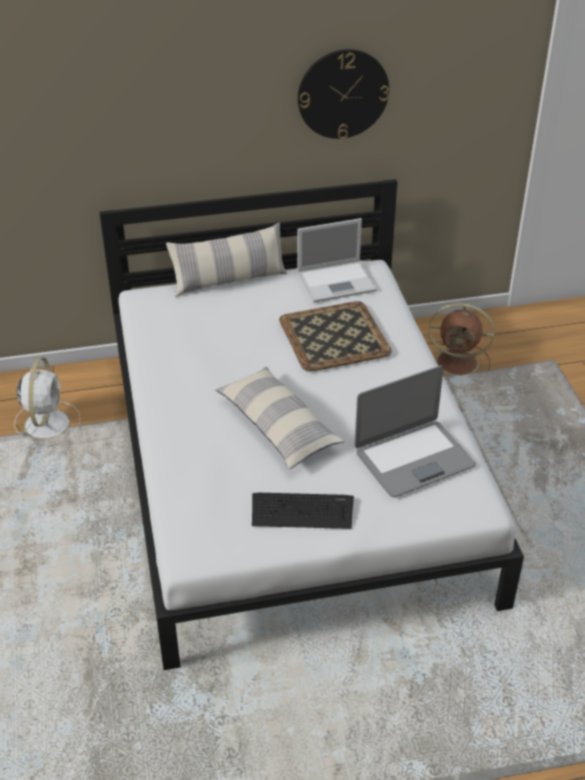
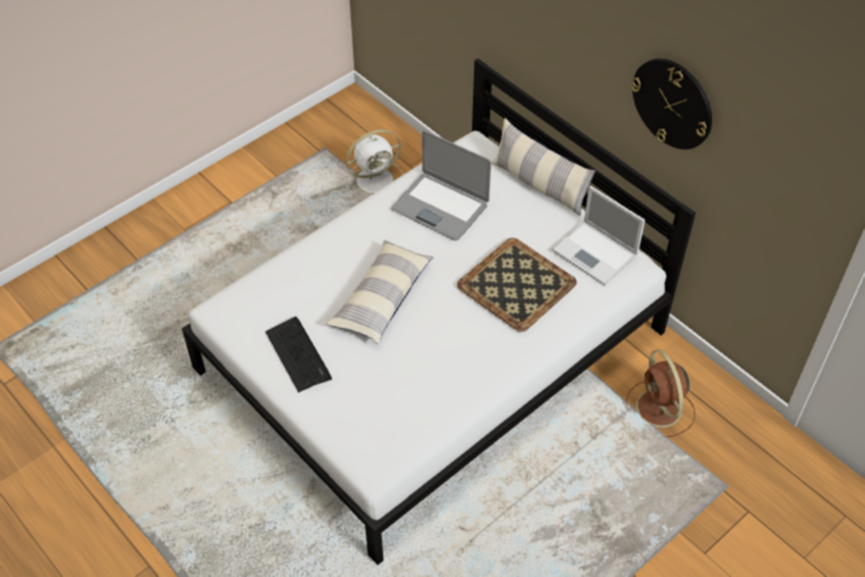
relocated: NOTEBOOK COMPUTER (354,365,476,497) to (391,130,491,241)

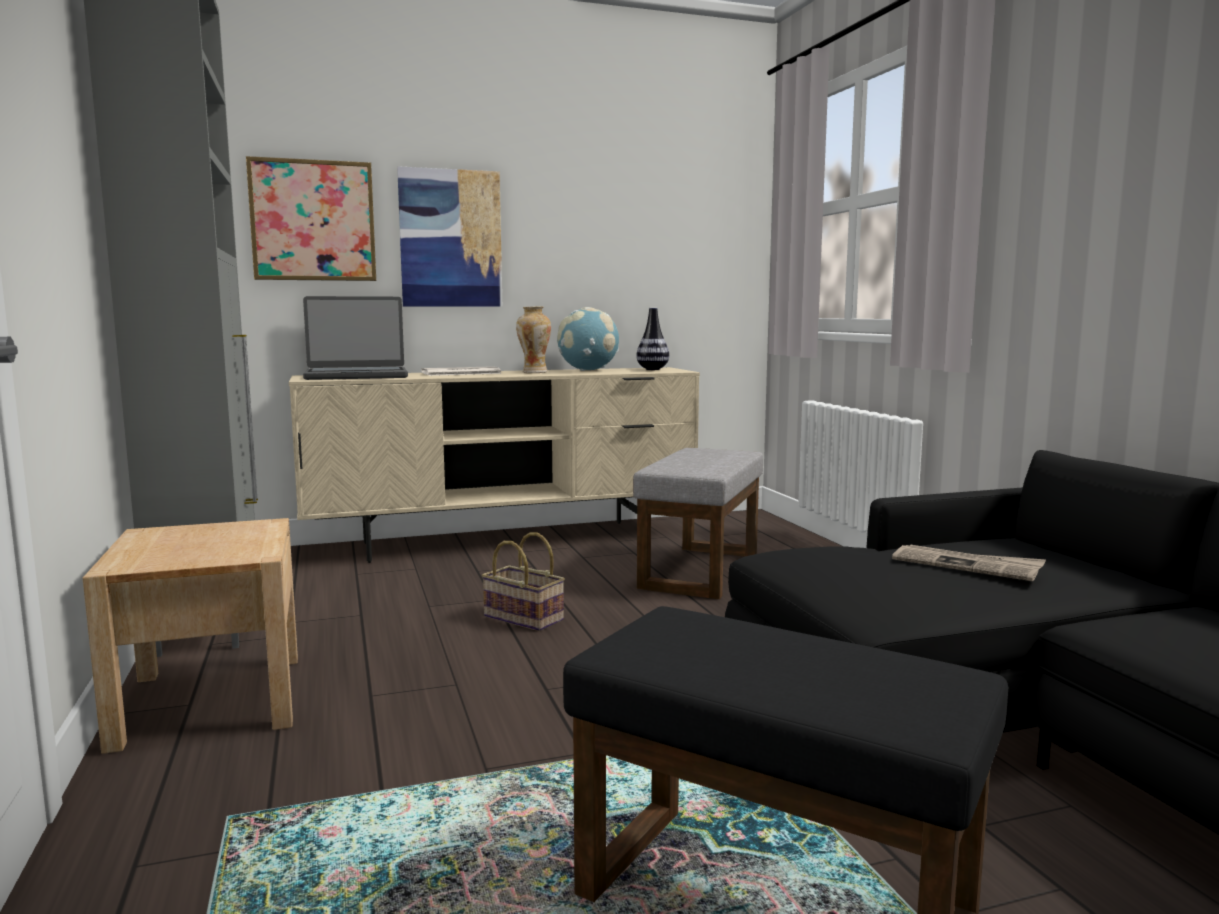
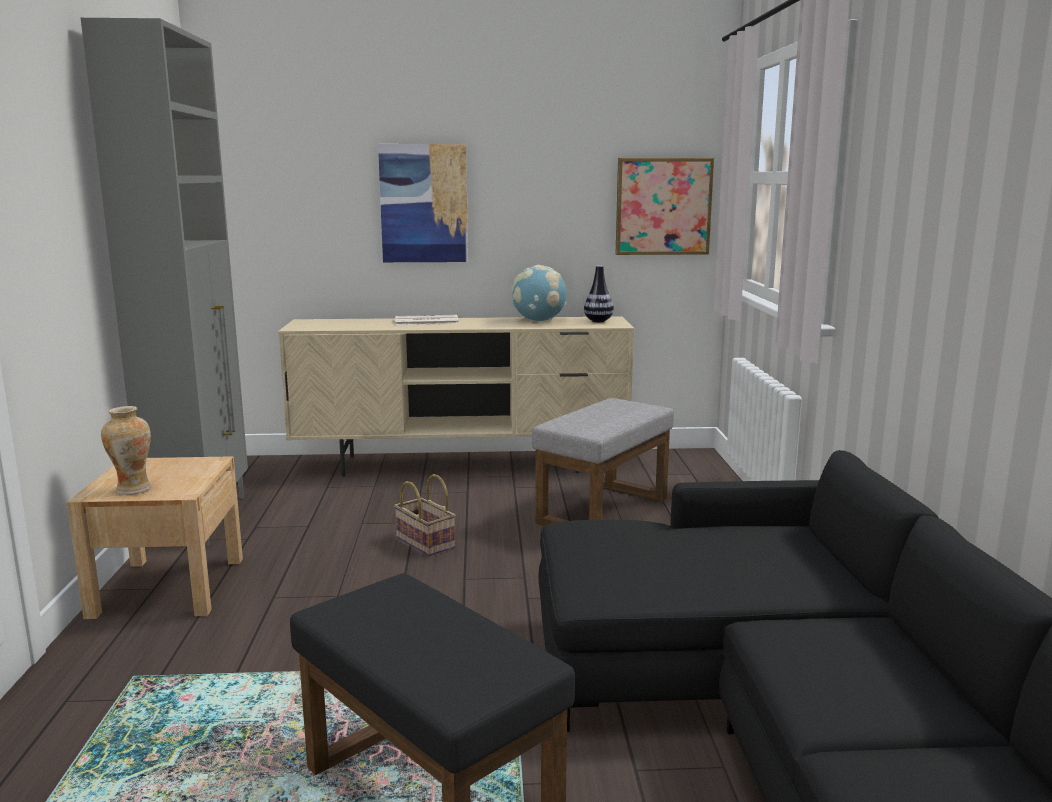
missing: NOTEBOOK COMPUTER (303,296,408,380); DAILY PAPER (892,545,1046,581)
relocated: WALL ART (246,156,376,281) to (616,158,714,255); FLOWER VASE (516,306,551,373) to (101,406,151,495)

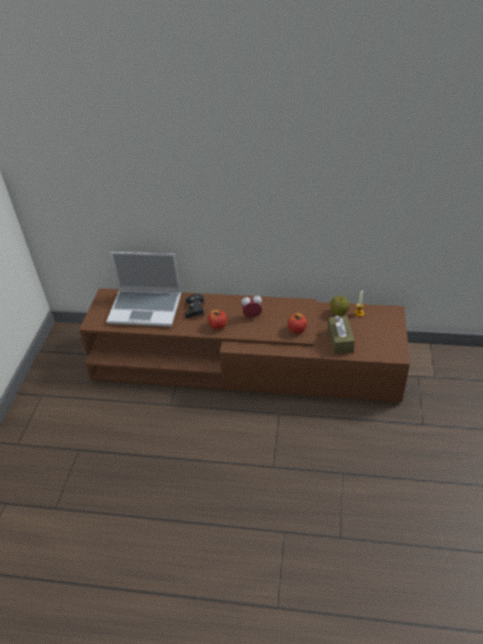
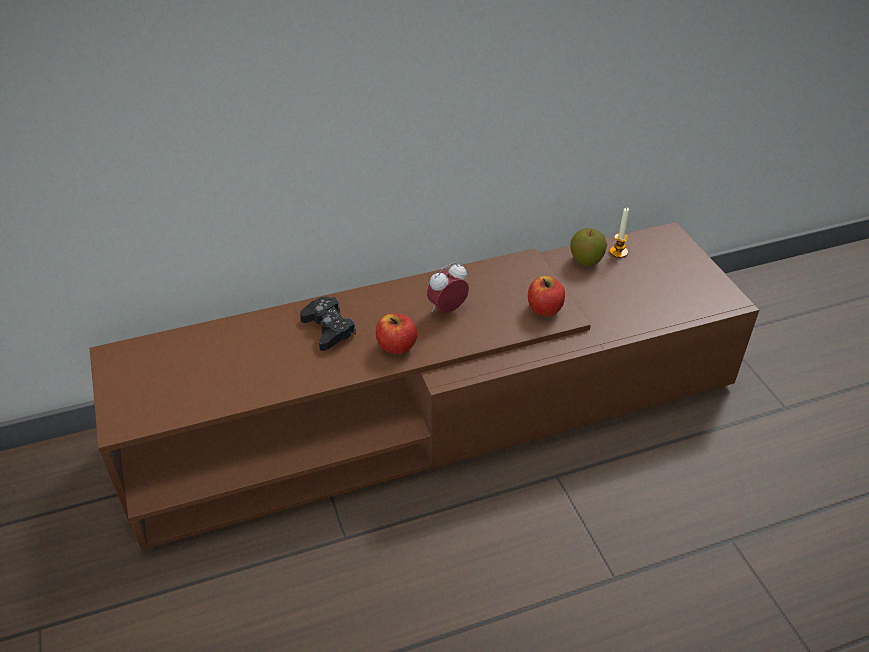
missing: NOTEBOOK COMPUTER (106,252,181,327); BROWN TISSUE HOLDER (327,316,355,354)

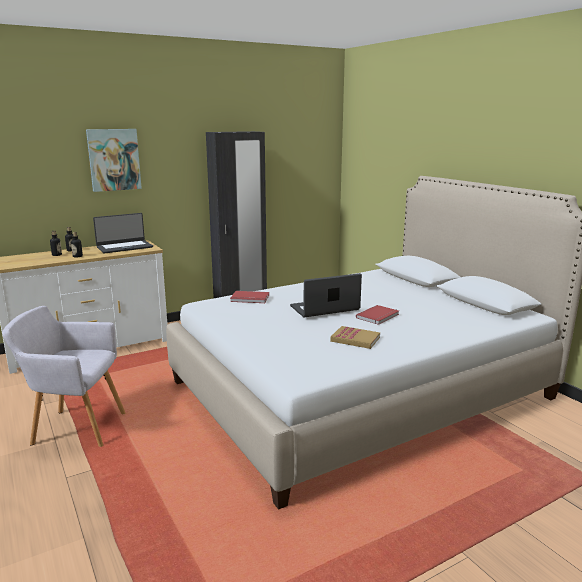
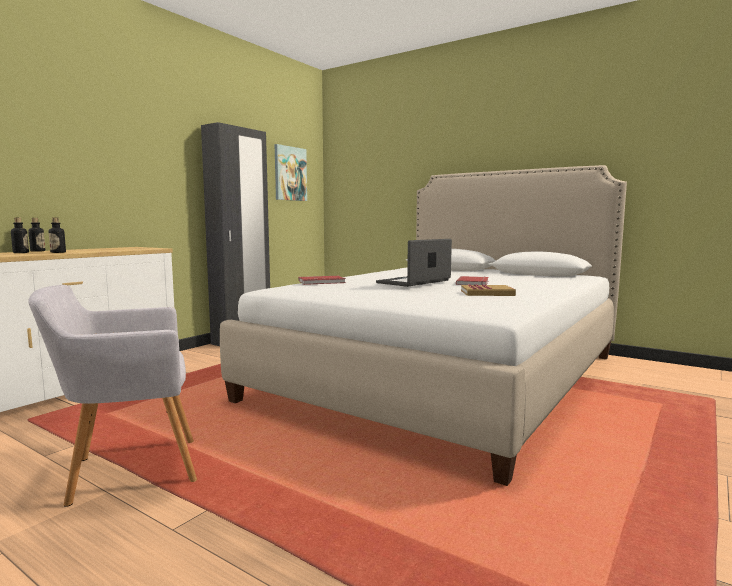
missing: NOTEBOOK COMPUTER (93,213,153,254)
relocated: WALL ART (86,129,142,192) to (275,144,307,201)

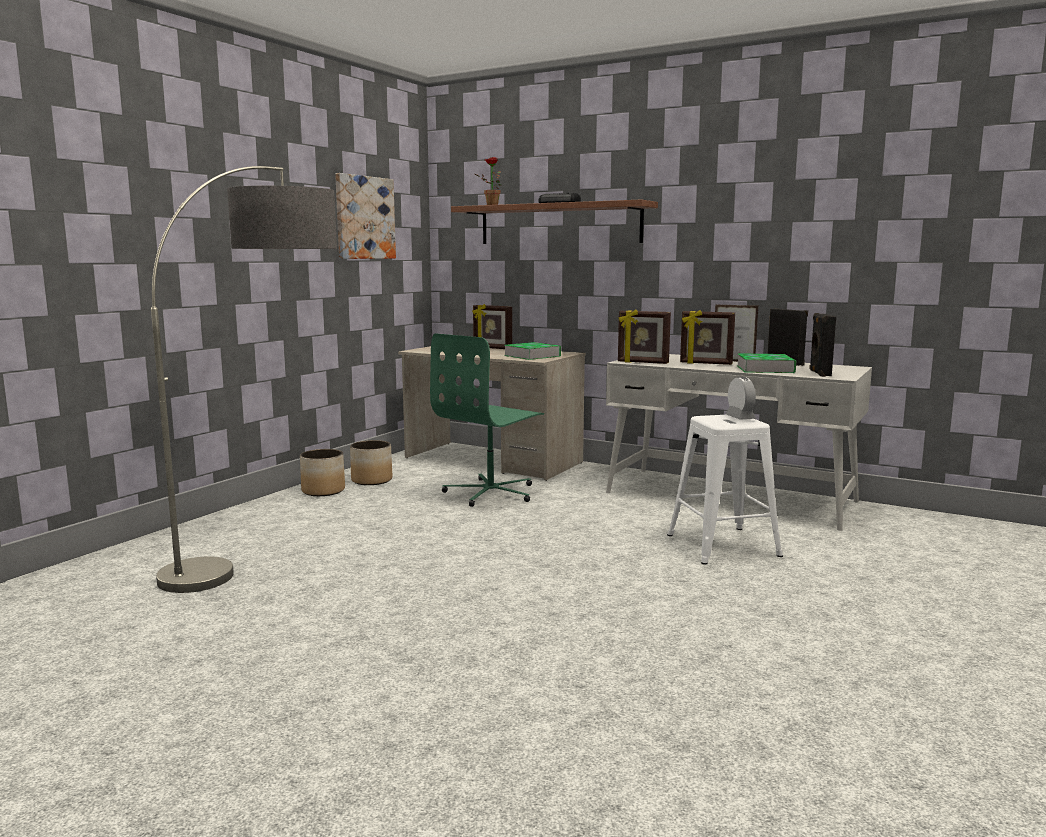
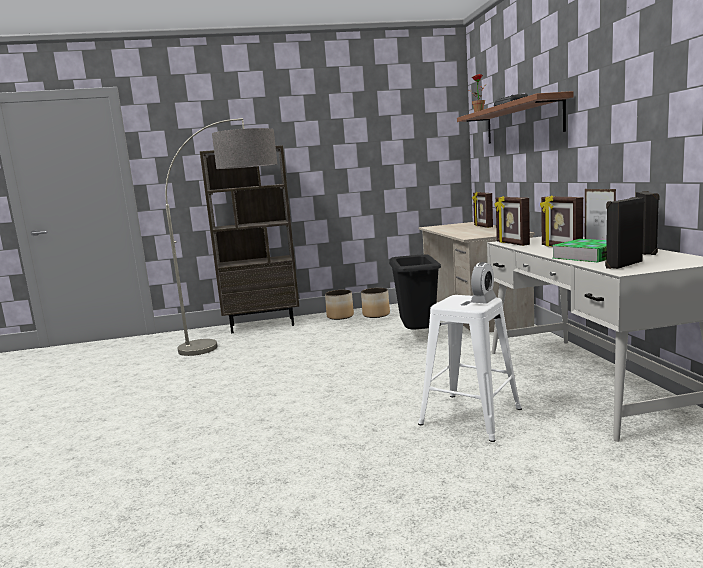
missing: WALL ART (335,173,396,259); BOUND BOOK (504,342,561,360)
appeared: BROWN BOOKSHELF (200,145,299,333)
exchanged: GREEN-COLOURED DESK CHAIR (430,333,544,507) to BLACK-COLOURED RUBBISH BIN (389,254,441,330)

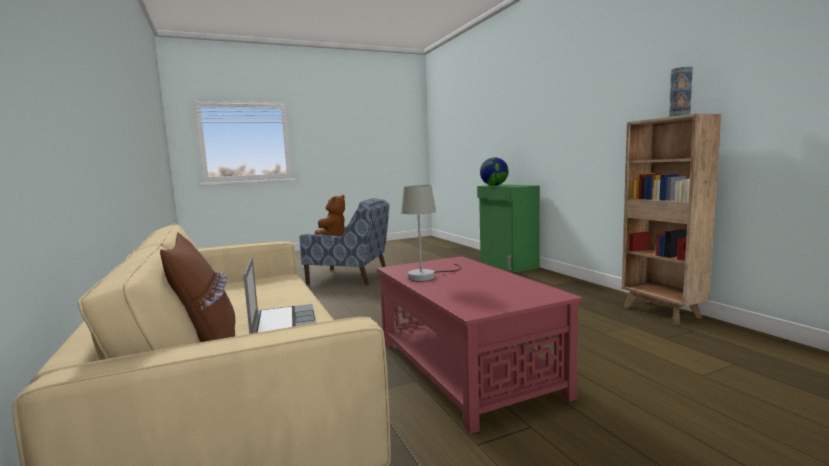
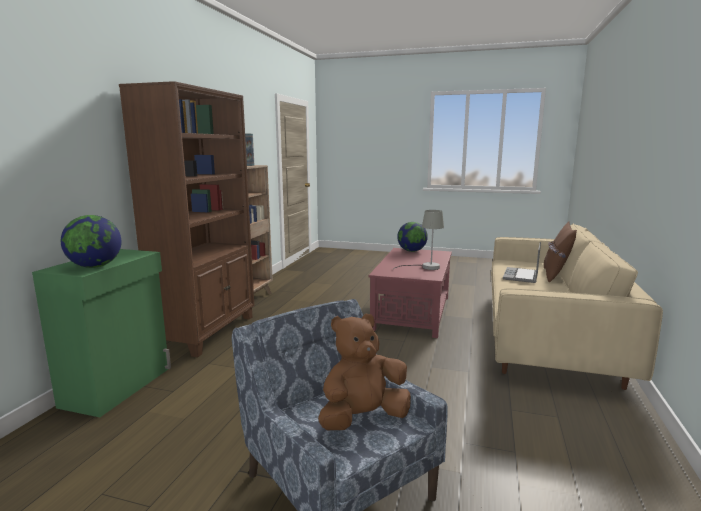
appeared: BROWN BOOKSHELF (119,81,254,357); GLOBE (397,222,428,252)

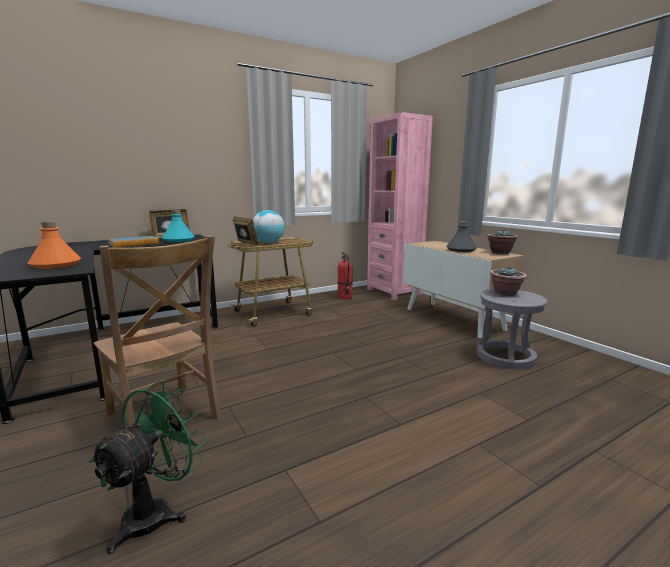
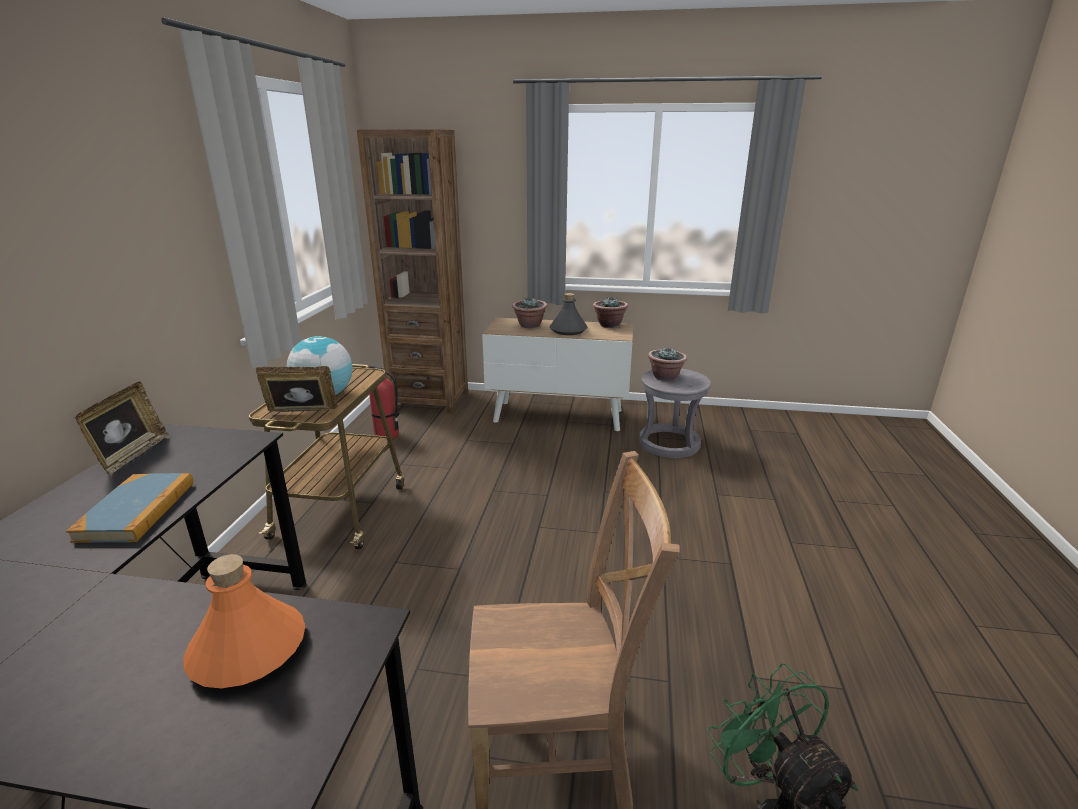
missing: BLUE-GREEN DRINK BOTTLE (162,210,195,242)
appeared: PLANT IN A POT (512,297,547,328)
colour: PINK BOOKSHELF (367,112,433,300) to BROWN BOOKSHELF (357,129,468,413)

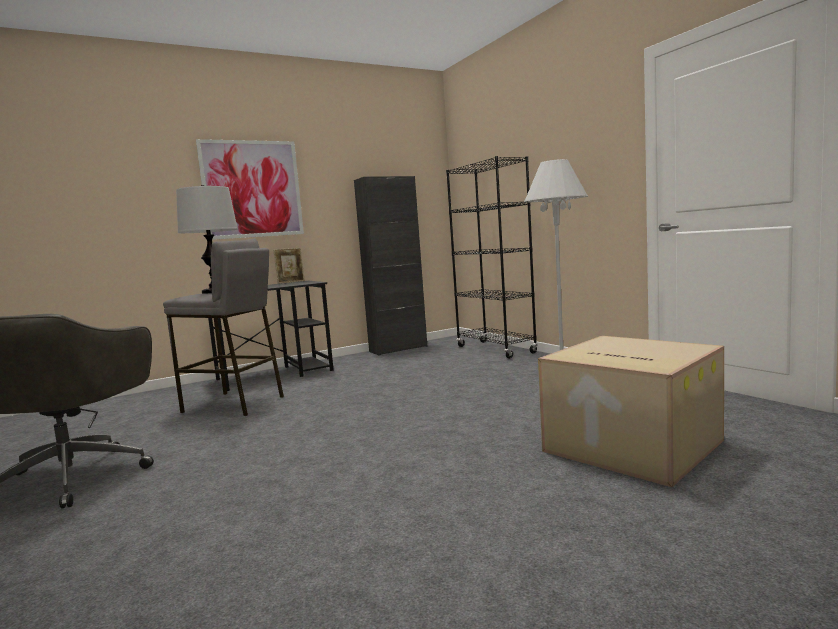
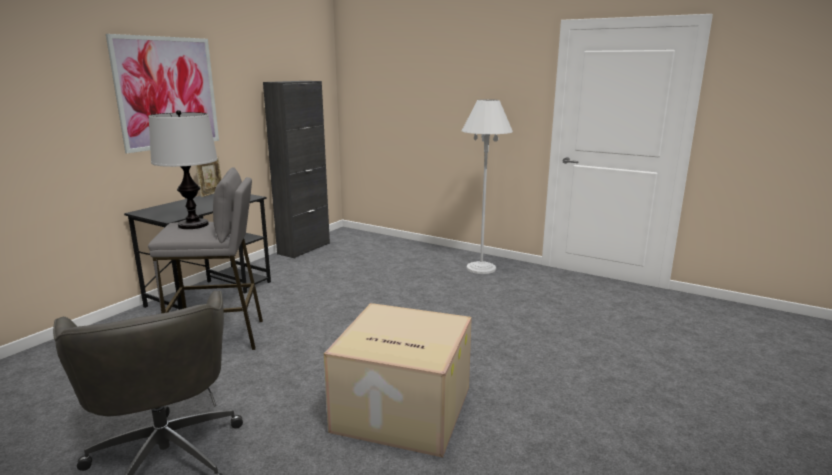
missing: BLACK-COLOURED BOOKSHELF (446,156,538,359)
relocated: PACKING BOX (538,336,724,487) to (324,303,472,458)

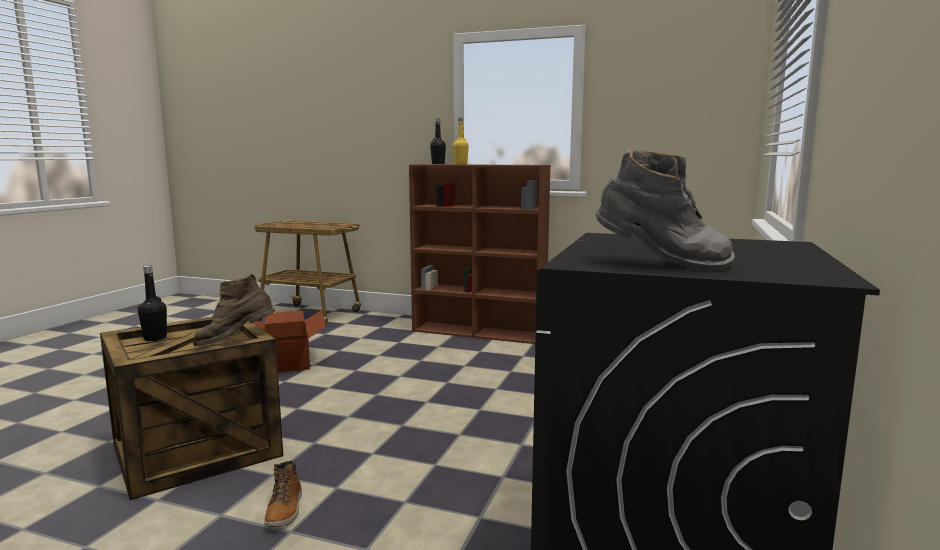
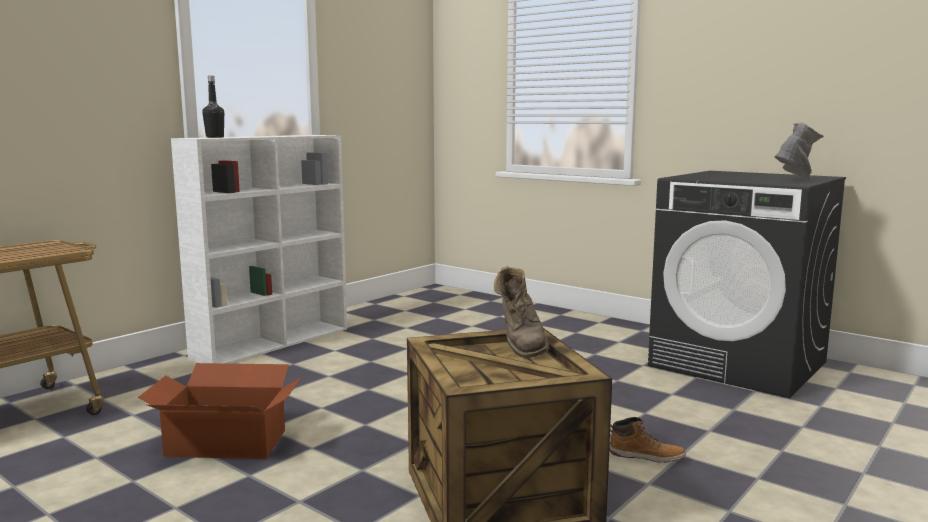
missing: BLACK-COLOURED DRINK BOTTLE (138,266,167,341); YELLOWISH DRINK BOTTLE (453,118,469,164)
colour: BROWN BOOKSHELF (409,164,551,344) to WHITISH BOOKSHELF (171,135,347,364)

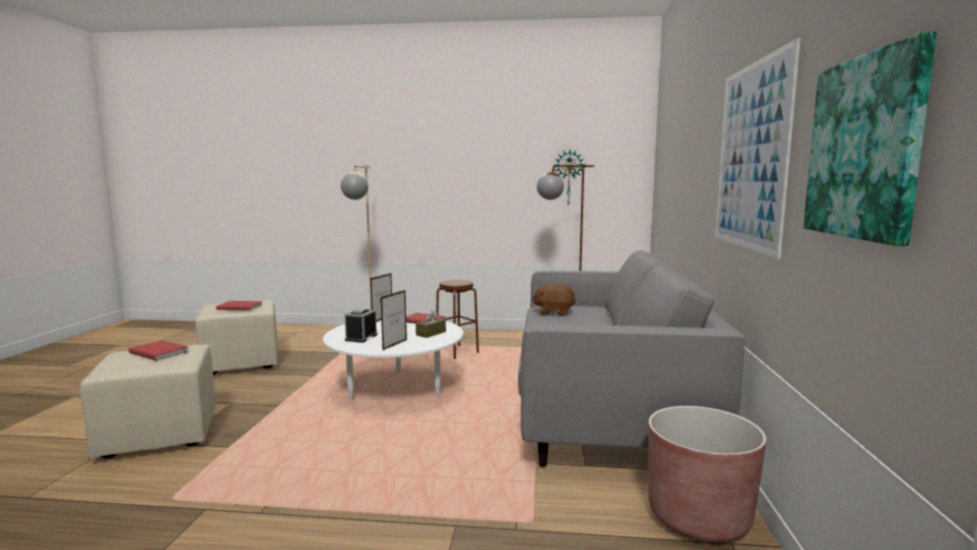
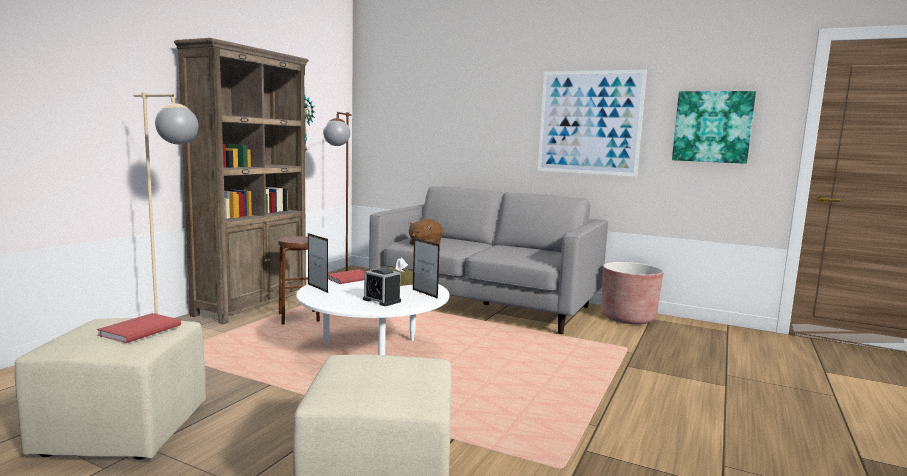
missing: RED-COLOURED BOUND BOOK (128,340,189,360)
appeared: BROWN BOOKSHELF (174,38,309,324)

